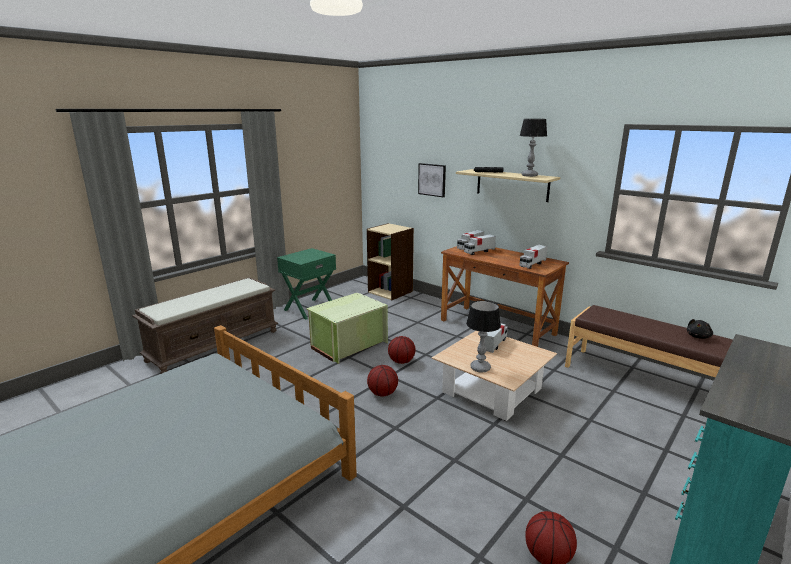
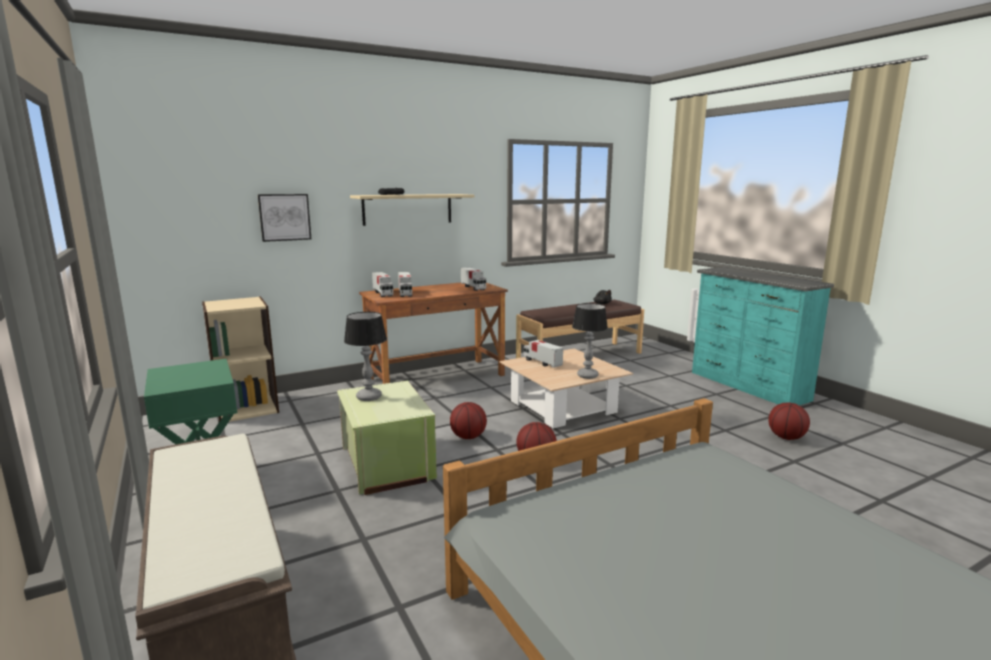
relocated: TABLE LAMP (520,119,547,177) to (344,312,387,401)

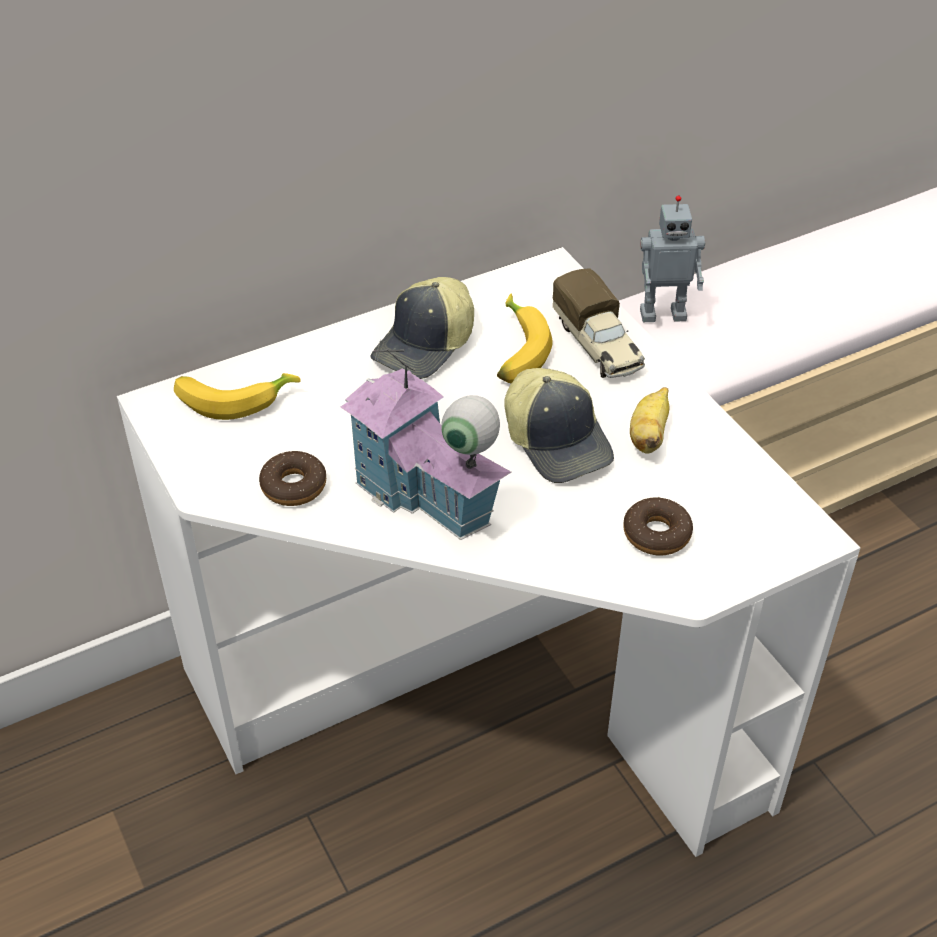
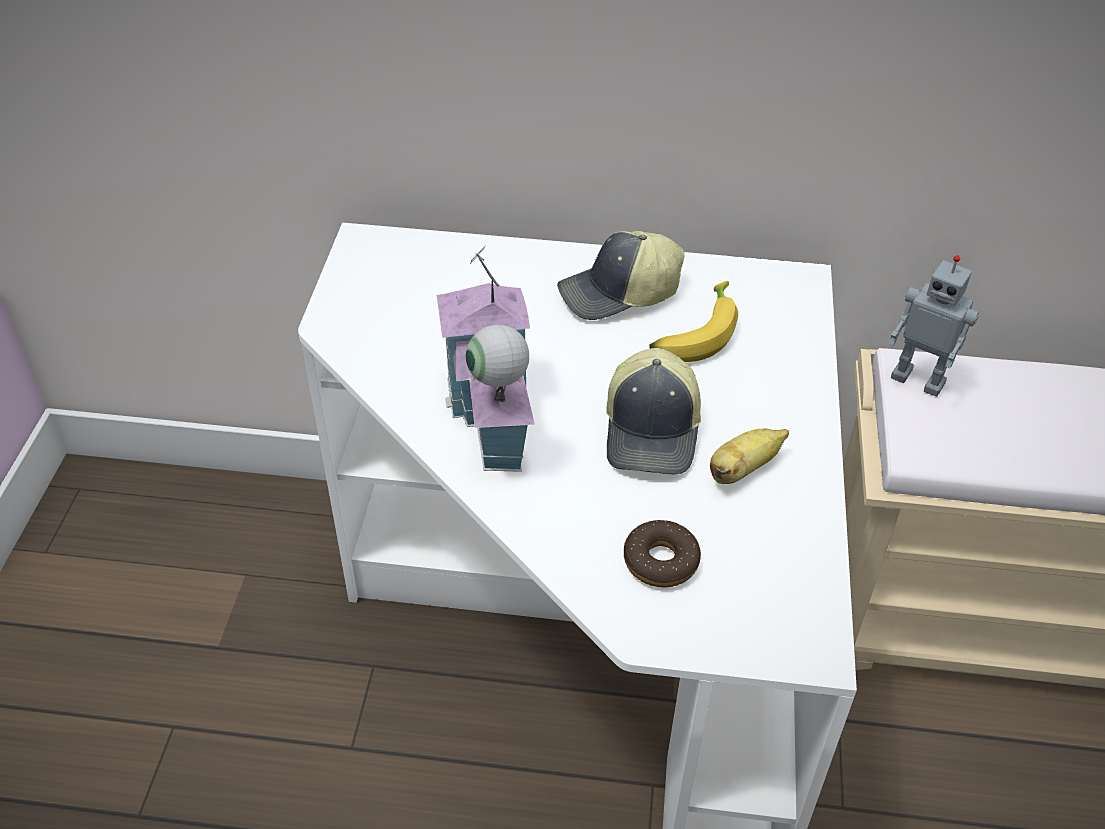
missing: WHOLE BANANA (174,373,300,420); DOUGHNUT (259,451,326,506); MODEL TRUCK (553,268,645,378)

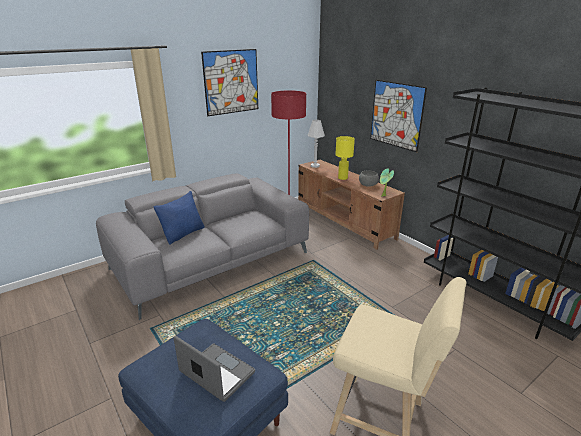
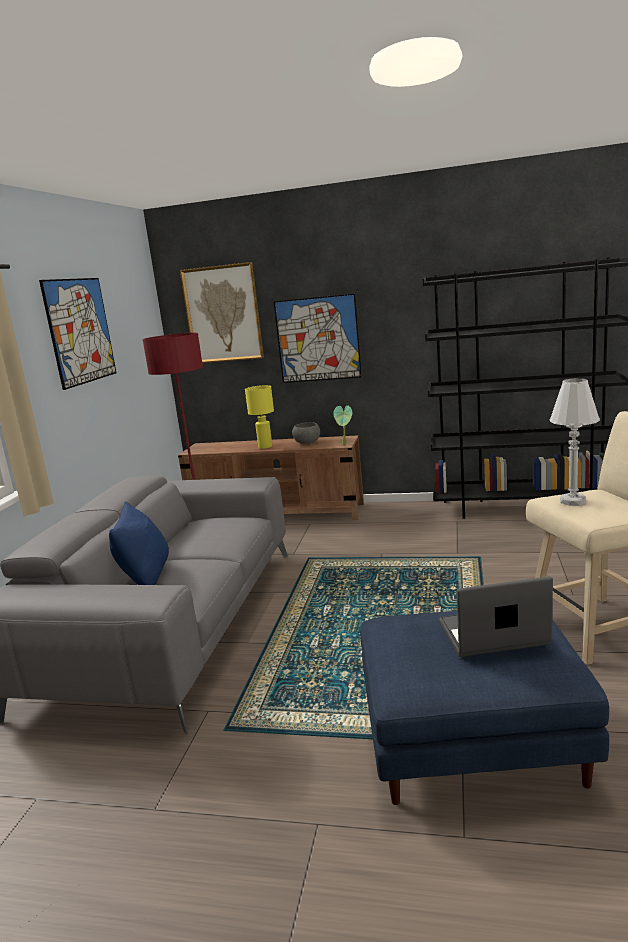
appeared: WALL ART (180,262,264,363)
relocated: WHITISH TABLE LAMP (307,120,325,168) to (550,378,600,506)

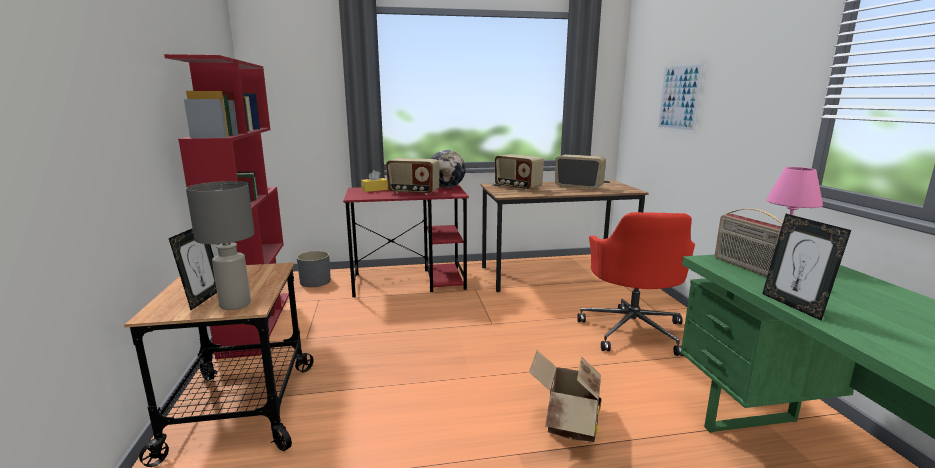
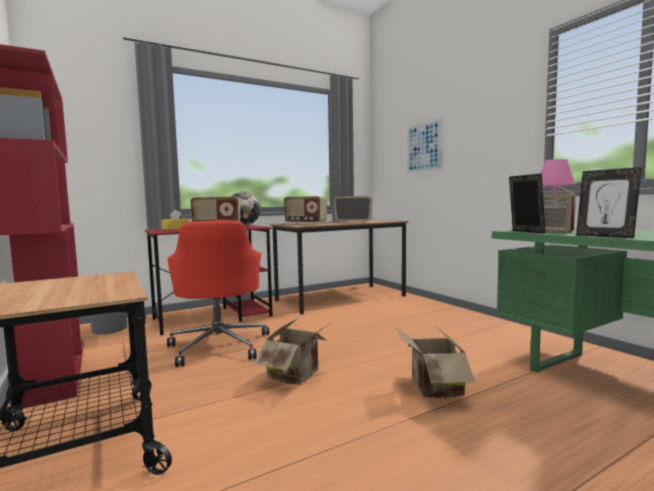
missing: GREYISH TABLE LAMP (186,181,255,310)
appeared: PACKING BOX (254,317,331,385)
relocated: STANDING FRAME (169,228,217,310) to (509,173,545,234); RED-COLOURED DESK CHAIR (577,212,695,356) to (167,220,269,367)

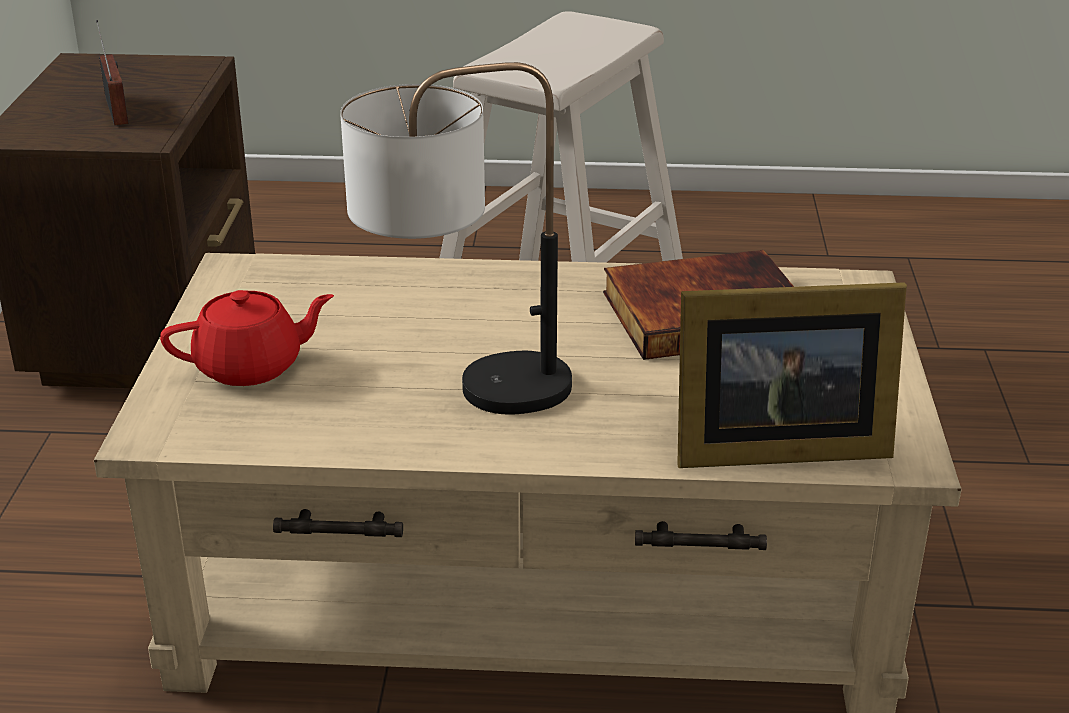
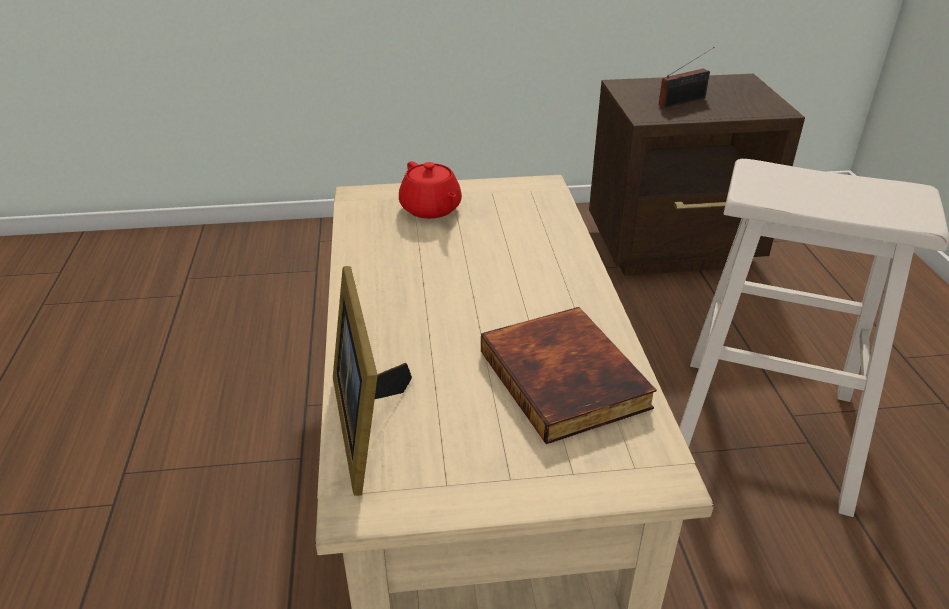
missing: TABLE LAMP (340,62,572,415)

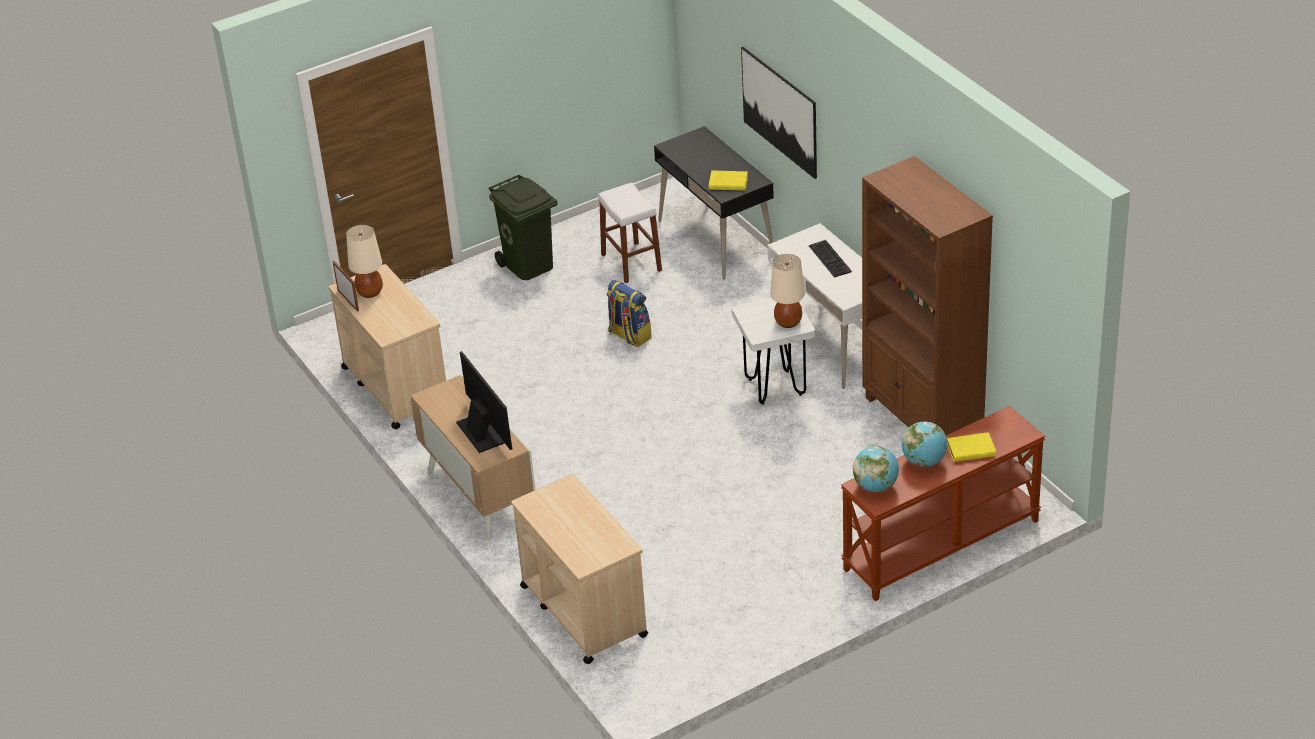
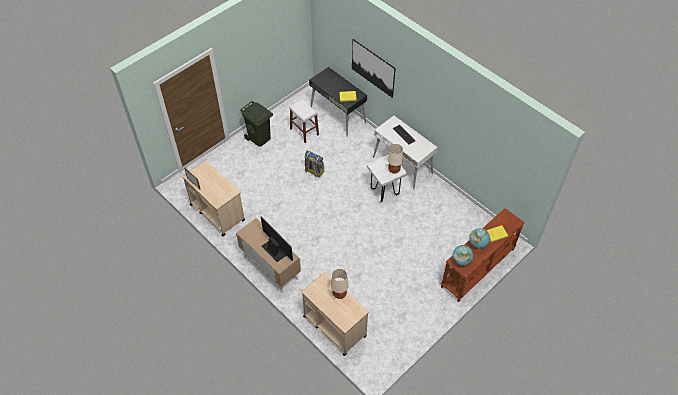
missing: BROWN BOOKSHELF (862,156,993,436)
relocated: BEIGE-COLOURED TABLE LAMP (346,225,383,298) to (331,269,349,299)

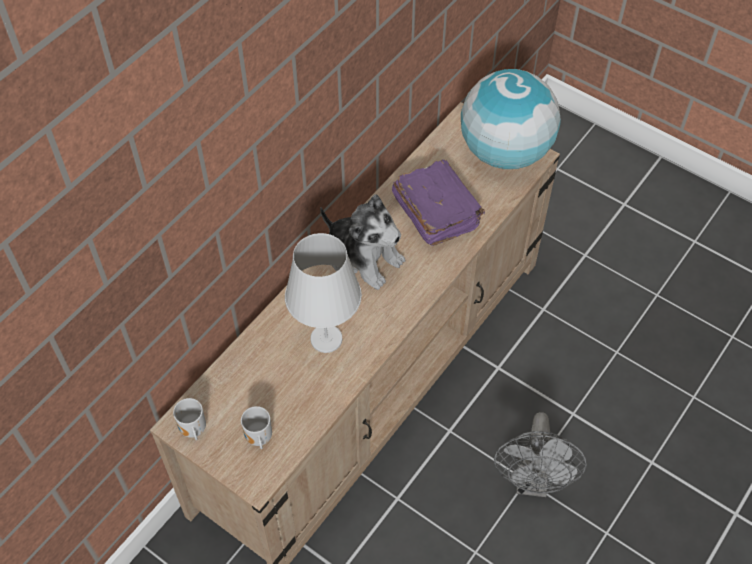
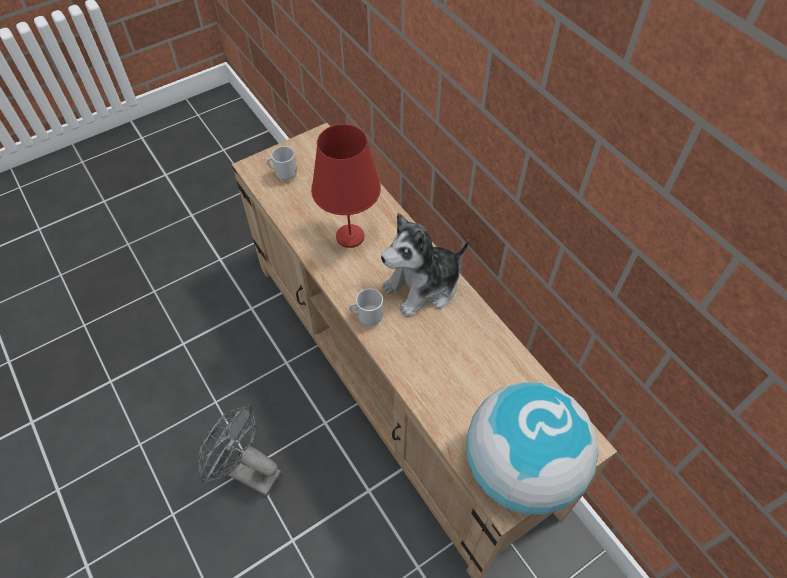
missing: PURPLISH BOUND BOOK (392,160,485,246)
relocated: COFFEE MUG (173,398,206,440) to (349,288,383,326)
colour: WHITISH TABLE LAMP (285,233,362,353) to RED-COLOURED TABLE LAMP (311,124,381,248)

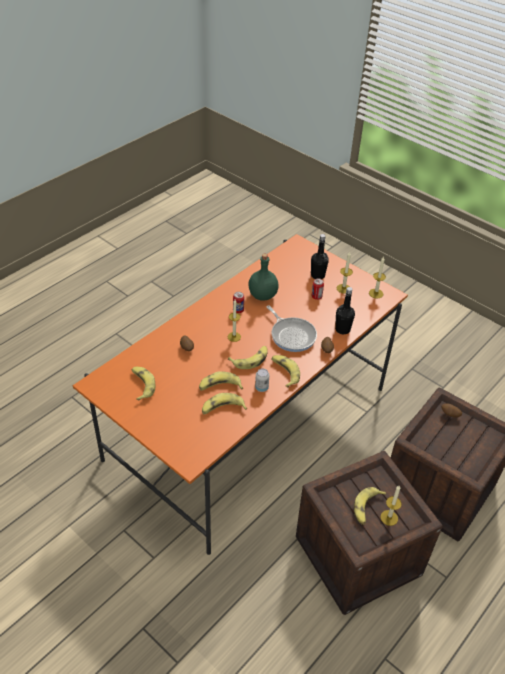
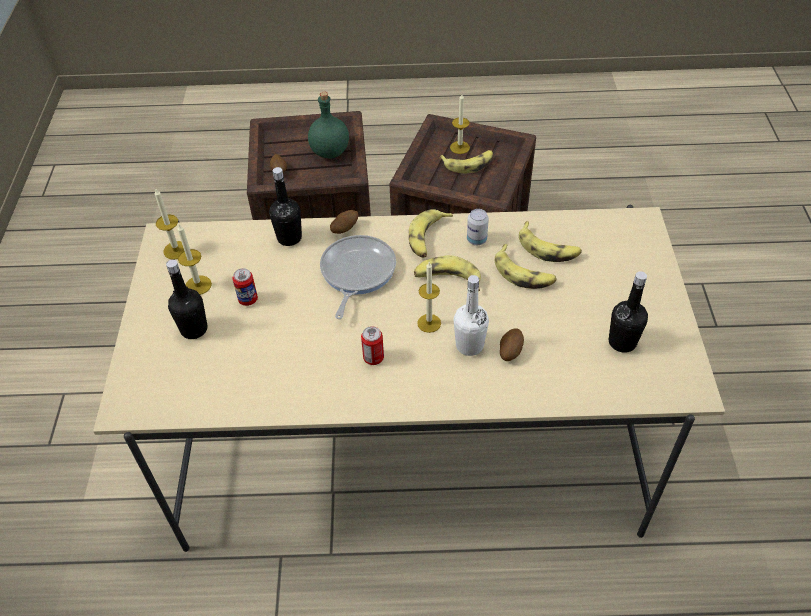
appeared: WHITISH DRINK BOTTLE (454,275,489,356)
relocated: GREEN-COLOURED DRINK BOTTLE (248,254,278,301) to (308,92,349,158)
exchanged: WHOLE BANANA (131,367,155,401) to BLACK-COLOURED DRINK BOTTLE (609,271,648,353)
colour: ORANGE-COLOURED DINING TABLE (73,234,408,555) to BEIGE-COLOURED DINING TABLE (93,205,725,552)

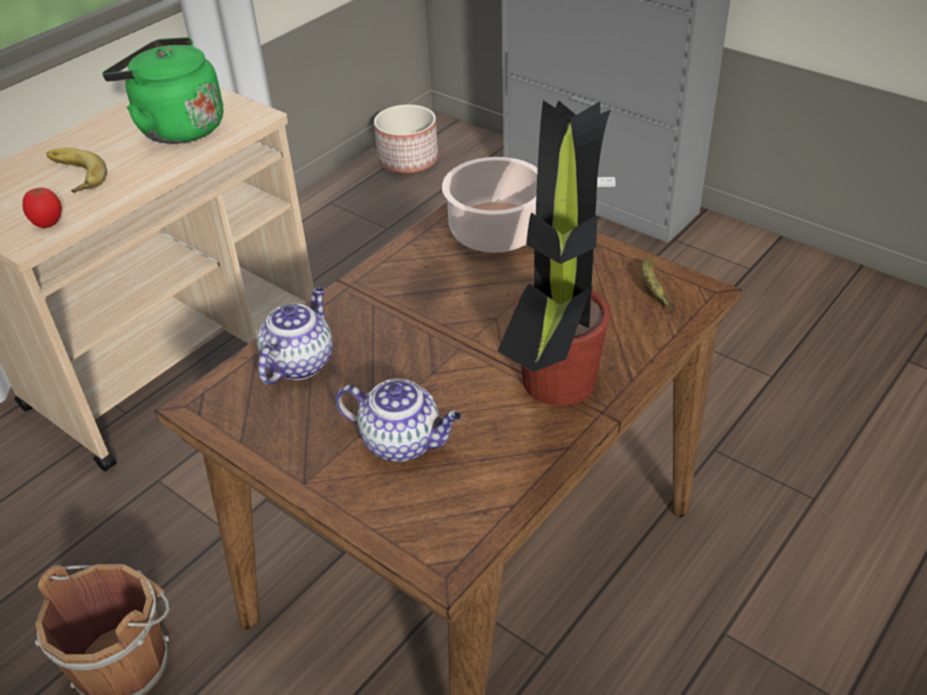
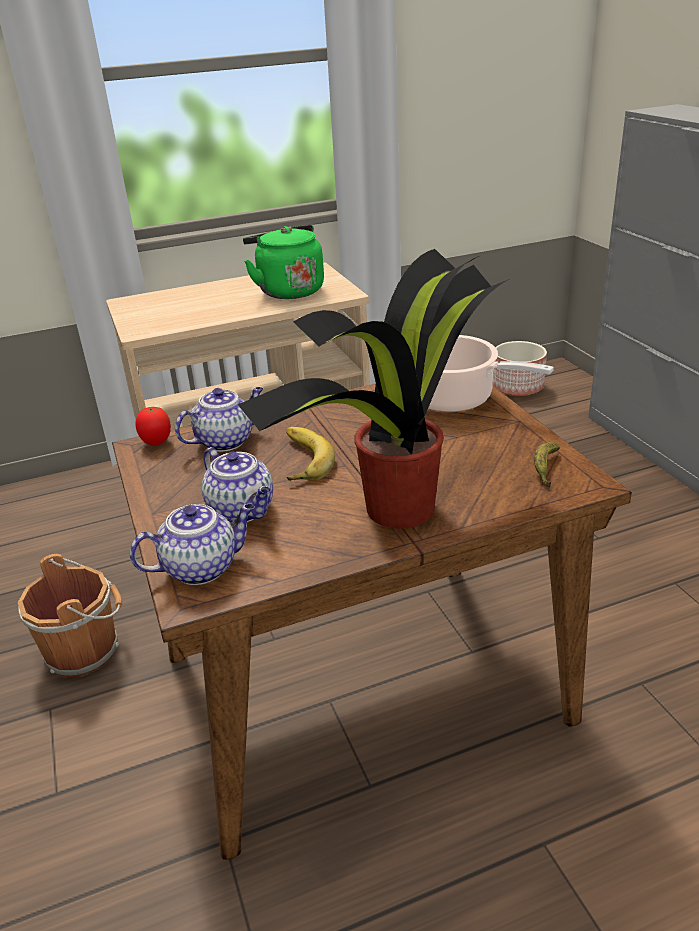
appeared: POT FOR TEA (129,504,255,585)
relocated: TOMATO (23,188,62,228) to (136,406,171,446); WHOLE BANANA (46,148,107,193) to (286,427,335,481)

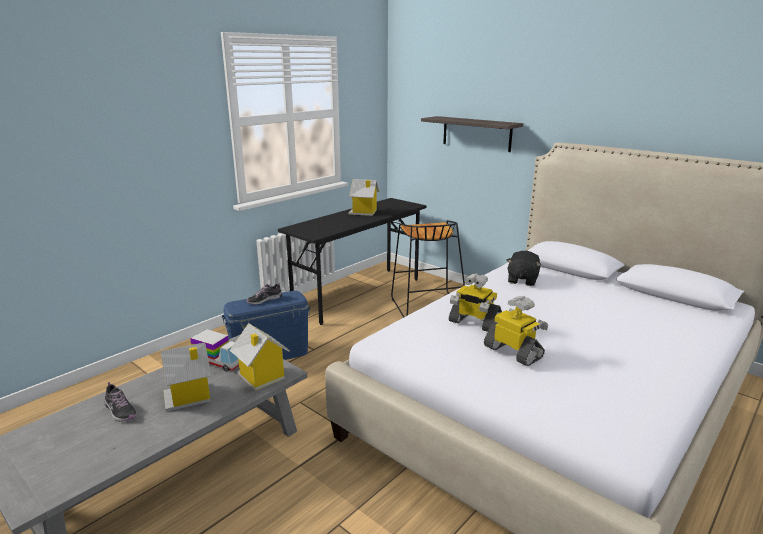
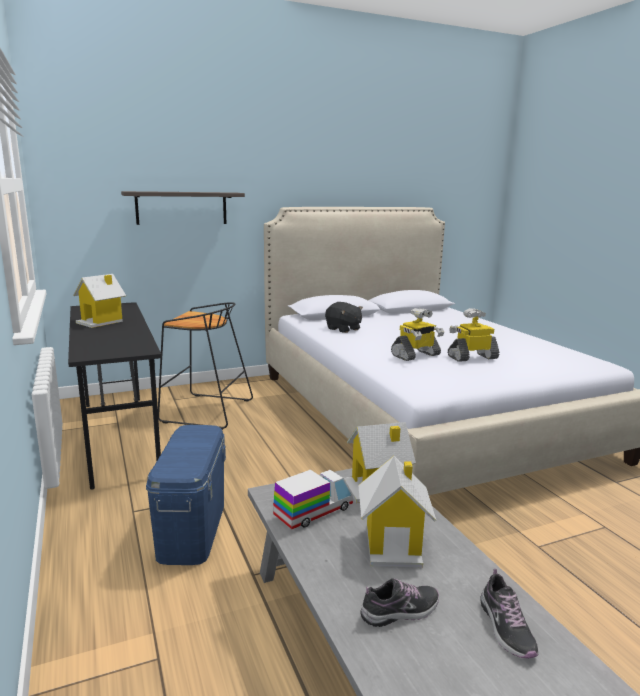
relocated: ITEM OF FOOTWEAR (247,283,282,305) to (480,569,538,658)

